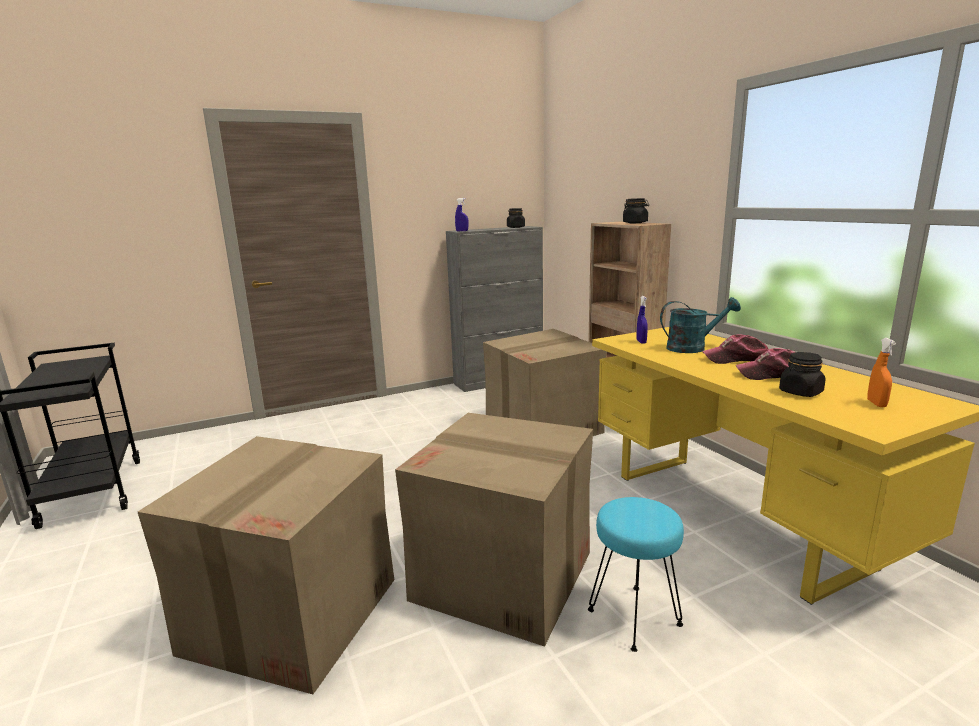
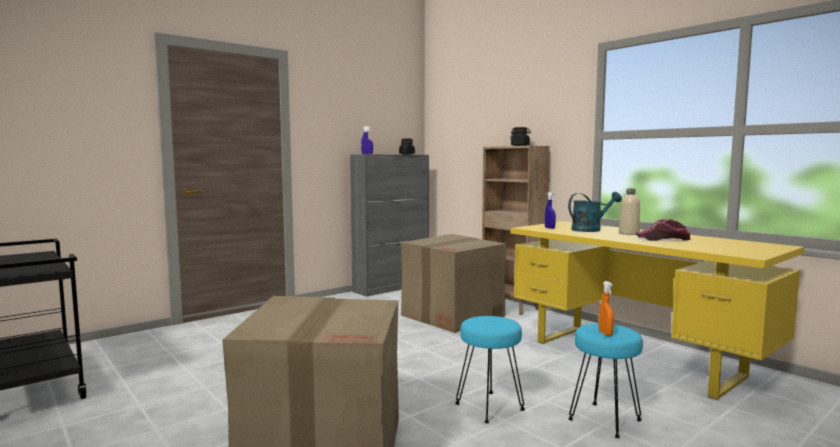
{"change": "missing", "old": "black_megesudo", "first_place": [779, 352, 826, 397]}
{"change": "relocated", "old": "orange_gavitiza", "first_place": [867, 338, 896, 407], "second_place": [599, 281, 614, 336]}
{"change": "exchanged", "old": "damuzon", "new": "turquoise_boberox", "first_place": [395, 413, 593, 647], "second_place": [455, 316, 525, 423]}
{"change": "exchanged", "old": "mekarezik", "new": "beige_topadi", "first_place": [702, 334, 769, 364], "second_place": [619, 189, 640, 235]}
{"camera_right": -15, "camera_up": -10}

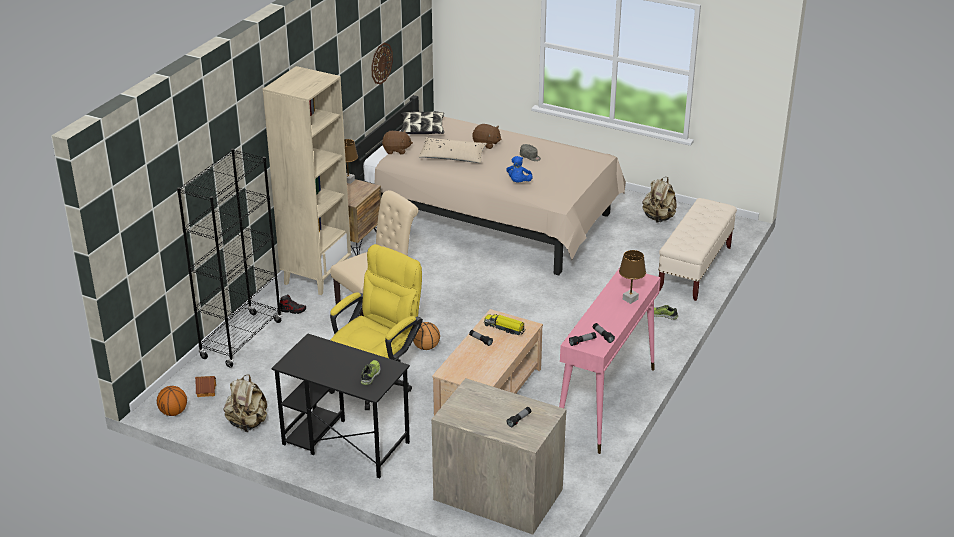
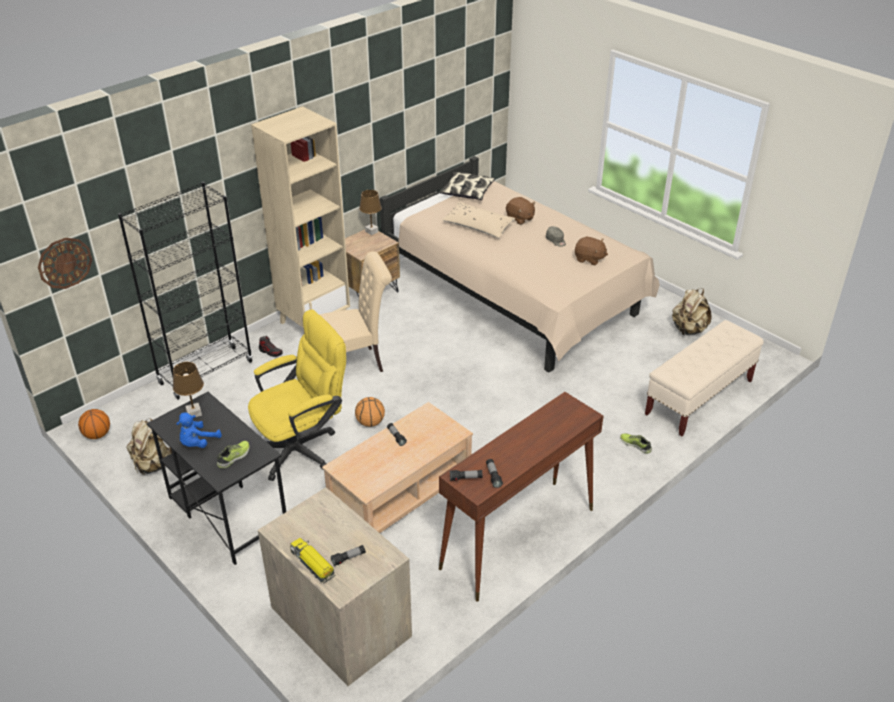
{"change": "missing", "old": "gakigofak", "first_place": [195, 376, 216, 397]}
{"change": "relocated", "old": "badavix", "first_place": [371, 43, 393, 85], "second_place": [38, 238, 92, 289]}
{"change": "relocated", "old": "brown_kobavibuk", "first_place": [382, 130, 413, 154], "second_place": [575, 236, 608, 265]}
{"change": "relocated", "old": "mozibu", "first_place": [484, 314, 526, 335], "second_place": [290, 538, 335, 584]}
{"change": "relocated", "old": "blue_kobavibuk", "first_place": [506, 156, 533, 182], "second_place": [177, 412, 222, 448]}
{"change": "relocated", "old": "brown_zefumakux", "first_place": [619, 250, 646, 304], "second_place": [173, 362, 204, 417]}
{"change": "colour", "old": "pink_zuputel", "new": "brown_zuputel", "first_place": [559, 268, 661, 454], "second_place": [439, 392, 603, 602]}
{"camera_right": 20, "camera_up": 5}

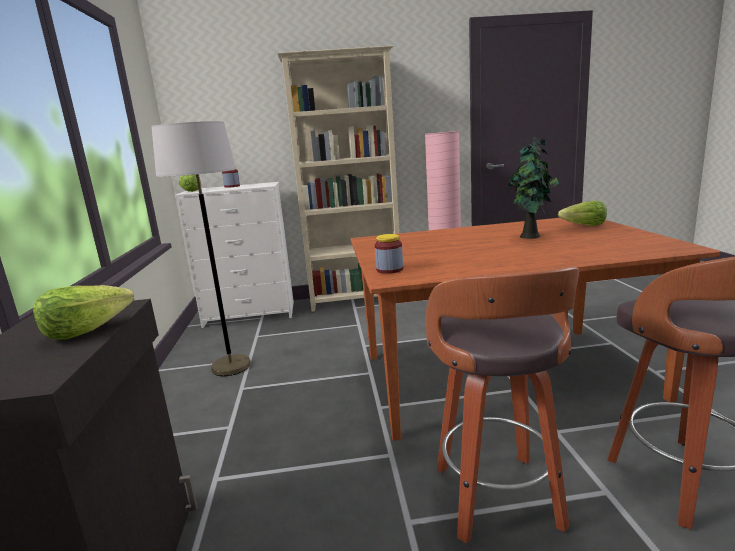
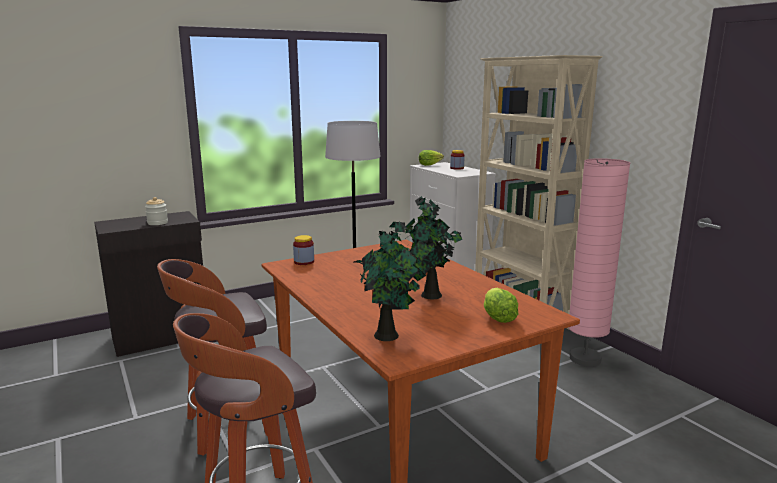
{"change": "appeared", "new": "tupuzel", "second_place": [354, 222, 426, 341]}
{"change": "exchanged", "old": "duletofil", "new": "megesudo", "first_place": [33, 285, 134, 340], "second_place": [145, 197, 168, 225]}
{"camera_right": 65, "camera_up": 0}

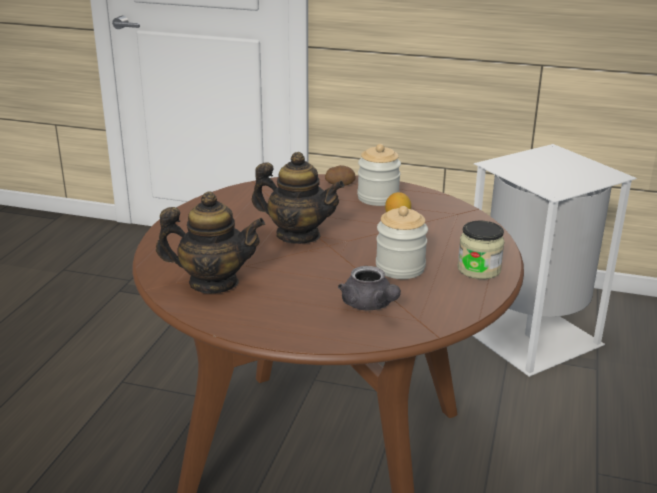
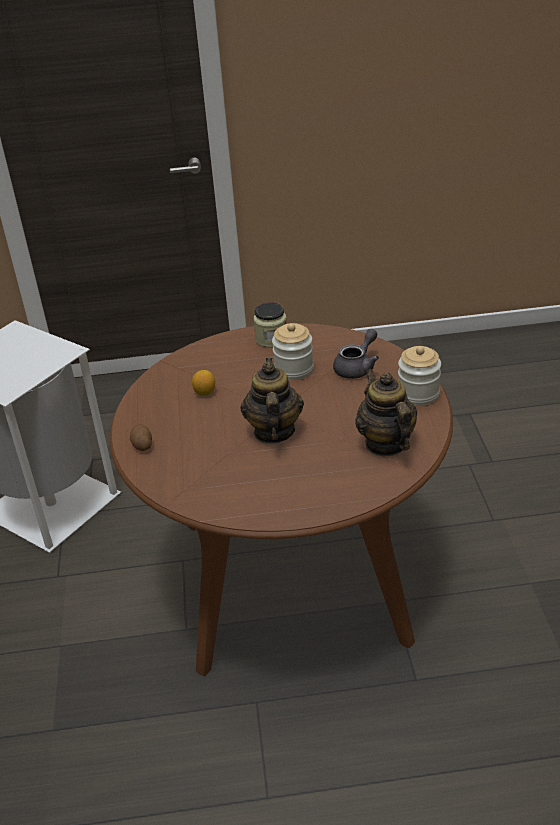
{"change": "relocated", "old": "megesudo", "first_place": [357, 144, 401, 206], "second_place": [398, 346, 441, 406]}
{"camera_right": -110, "camera_up": 10}

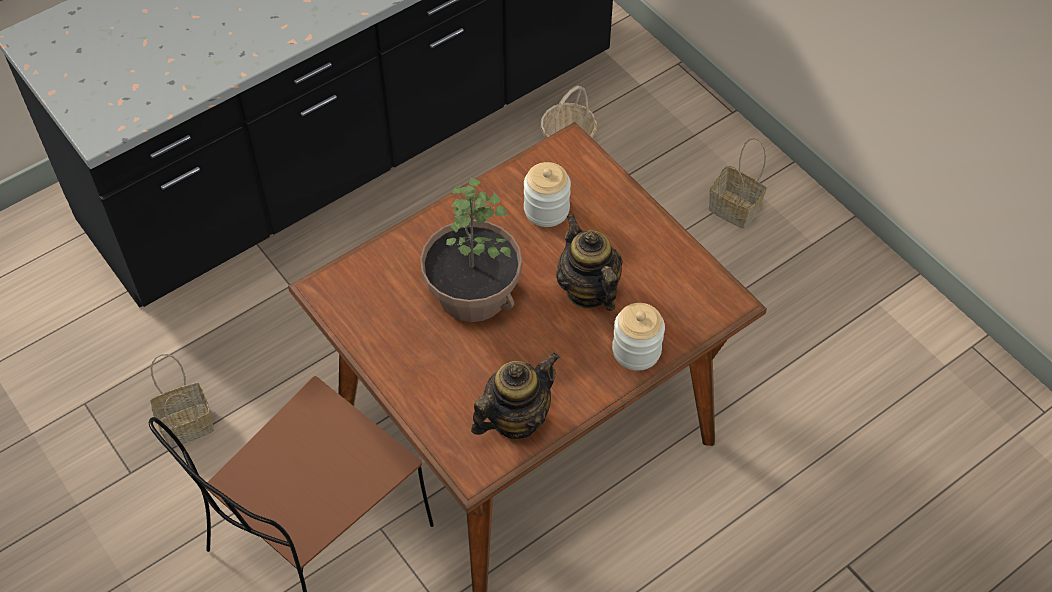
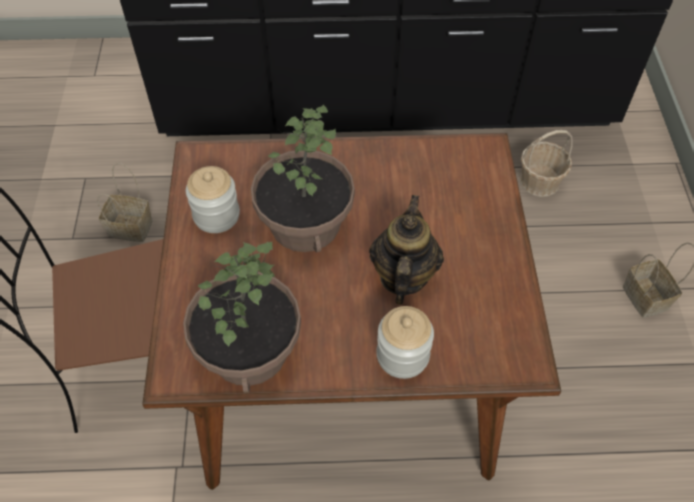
{"change": "relocated", "old": "megesudo", "first_place": [524, 162, 571, 227], "second_place": [186, 166, 240, 233]}
{"change": "exchanged", "old": "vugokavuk", "new": "tupuzel", "first_place": [471, 352, 560, 439], "second_place": [183, 242, 301, 393]}
{"camera_right": 35, "camera_up": 0}

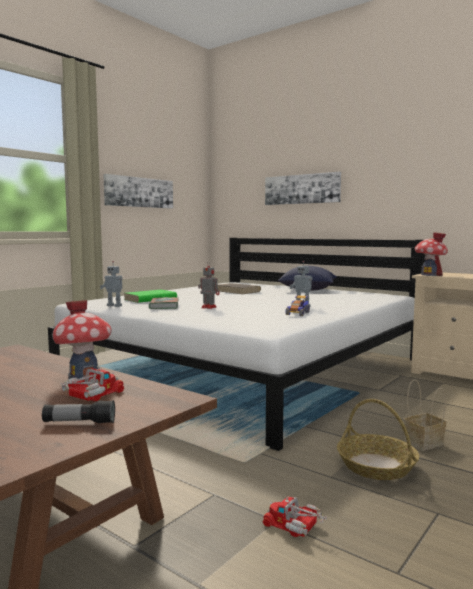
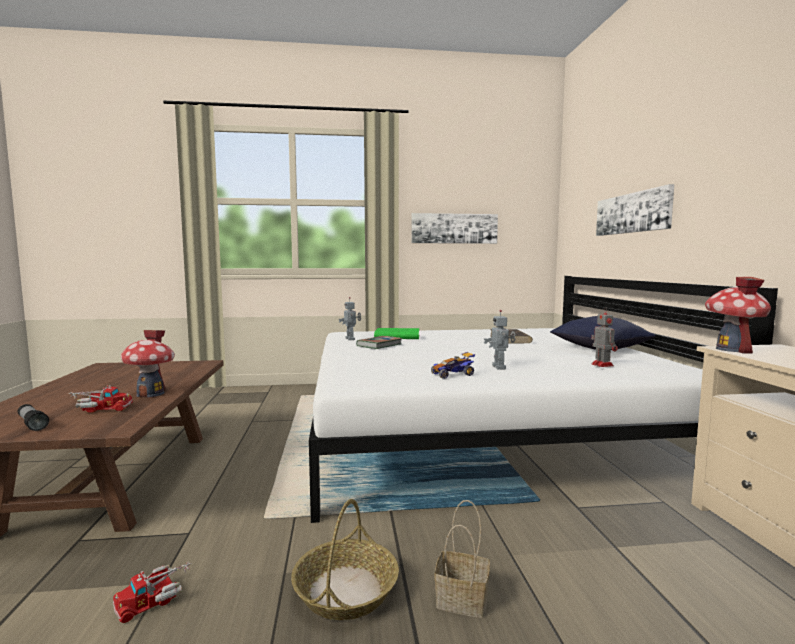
{"change": "relocated", "old": "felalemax", "first_place": [198, 262, 219, 309], "second_place": [591, 307, 618, 367]}
{"change": "spun", "old": "mozibu", "first_place": [263, 497, 329, 537], "second_place": [113, 561, 191, 623], "degrees": -120}
{"camera_right": 45, "camera_up": 0}

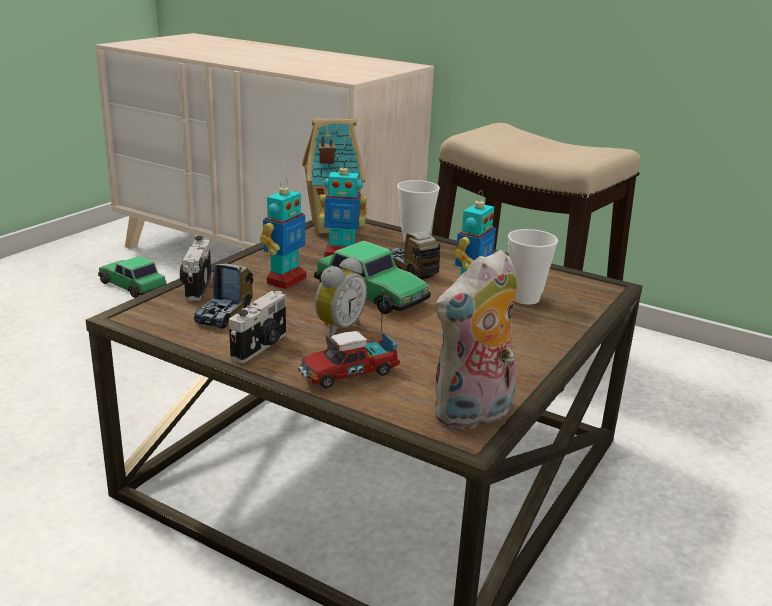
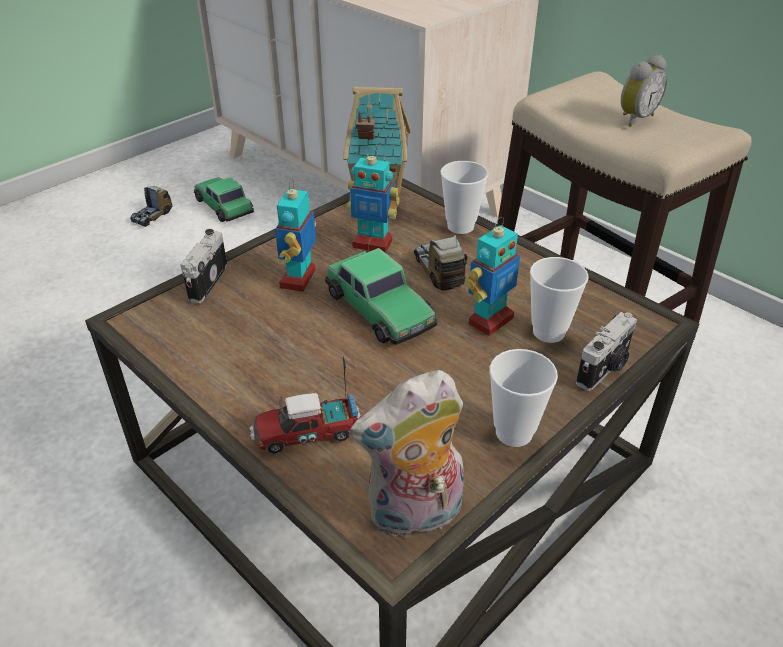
{"change": "appeared", "new": "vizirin", "second_place": [489, 349, 558, 447]}
{"change": "relocated", "old": "mozibu", "first_place": [194, 264, 253, 329], "second_place": [131, 186, 172, 227]}
{"change": "relocated", "old": "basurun", "first_place": [229, 291, 286, 363], "second_place": [576, 312, 637, 391]}
{"change": "relocated", "old": "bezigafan", "first_place": [315, 257, 367, 338], "second_place": [621, 55, 667, 127]}
{"change": "spun", "old": "felalemax", "first_place": [260, 177, 307, 289], "second_place": [275, 179, 316, 292], "degrees": 150}
{"camera_right": 15, "camera_up": 15}

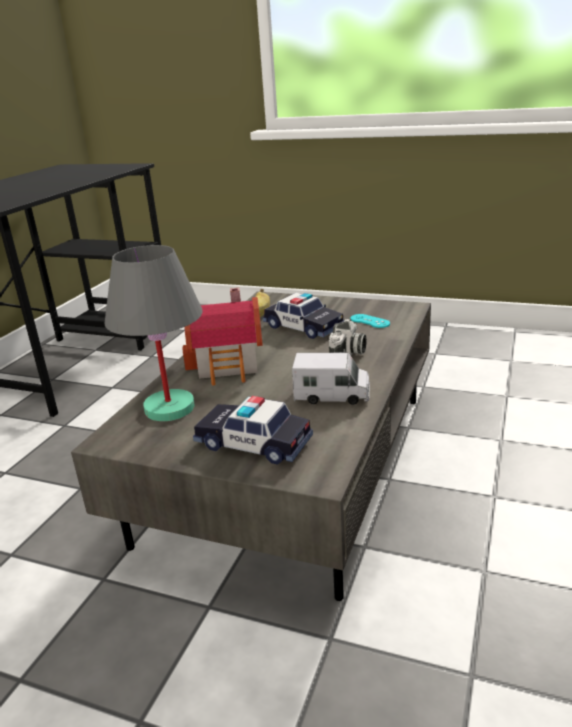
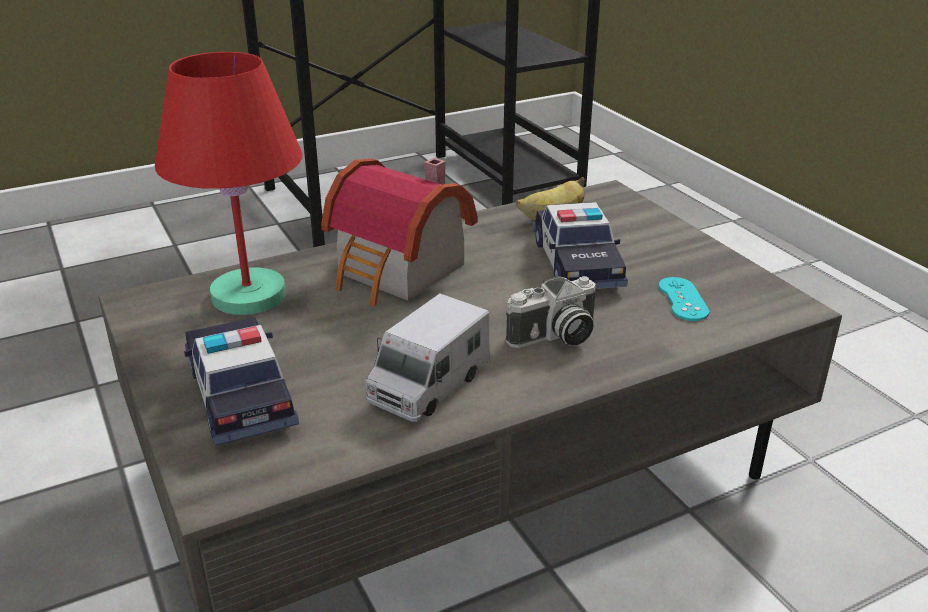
{"change": "colour", "old": "grey_zefumakux", "new": "red_zefumakux", "first_place": [104, 245, 203, 421], "second_place": [155, 52, 302, 315]}
{"change": "spun", "old": "mozibu", "first_place": [292, 353, 370, 405], "second_place": [365, 294, 489, 422], "degrees": 75}
{"camera_right": 40, "camera_up": 5}

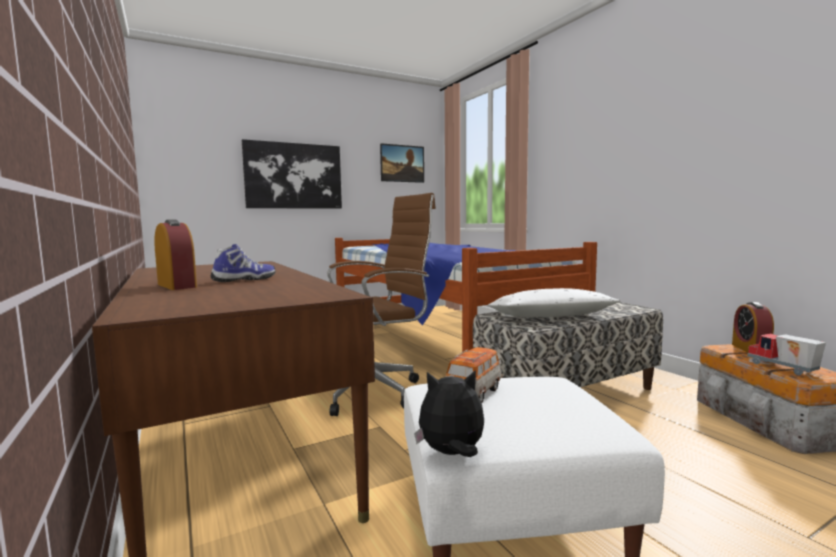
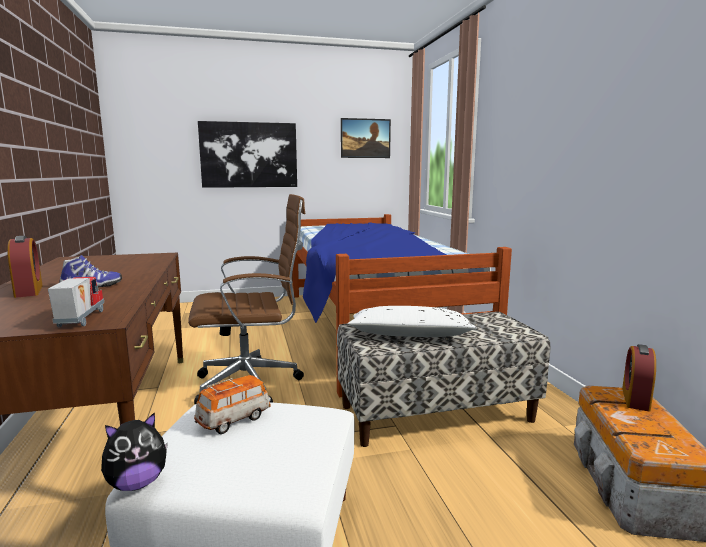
{"change": "relocated", "old": "mozibu", "first_place": [747, 333, 826, 375], "second_place": [48, 277, 104, 327]}
{"change": "spun", "old": "kobavibuk", "first_place": [414, 370, 484, 457], "second_place": [101, 412, 168, 491], "degrees": 135}
{"camera_right": 15, "camera_up": 5}

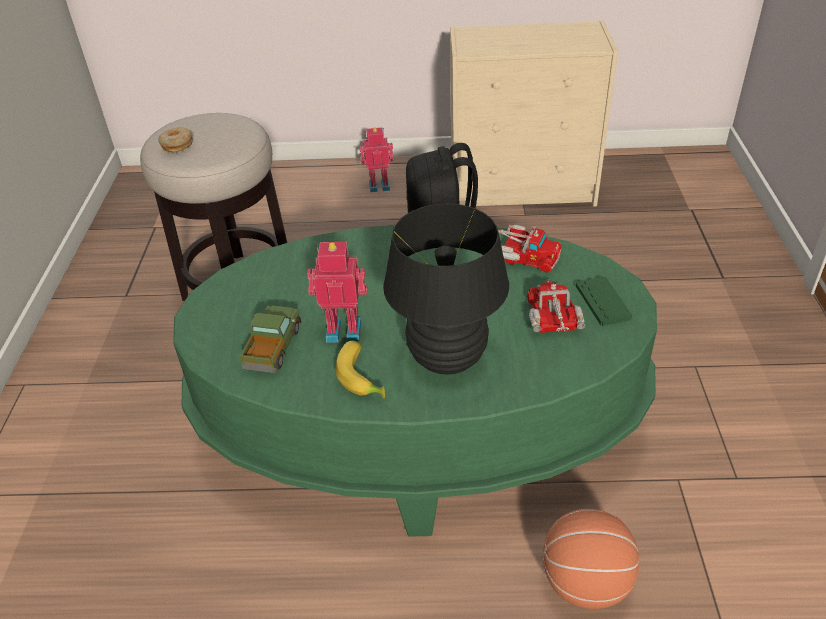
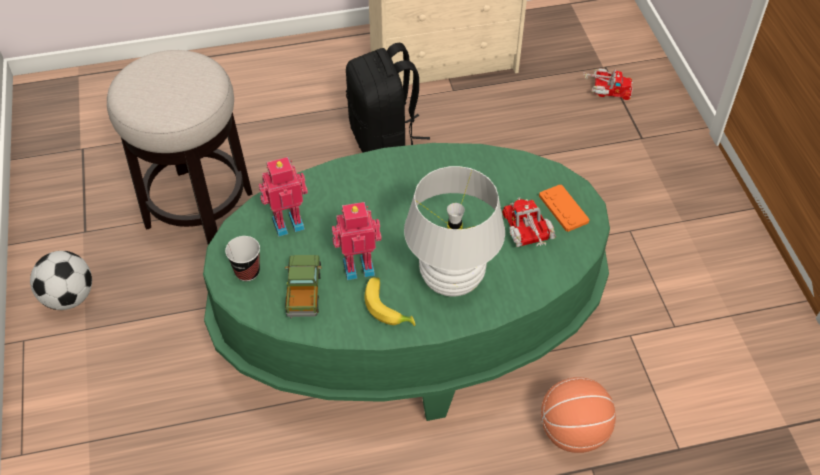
{"change": "missing", "old": "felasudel", "first_place": [158, 127, 193, 152]}
{"change": "appeared", "new": "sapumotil", "second_place": [30, 251, 92, 310]}
{"change": "appeared", "new": "vizirin", "second_place": [225, 236, 260, 281]}
{"change": "relocated", "old": "felalemax", "first_place": [360, 127, 394, 192], "second_place": [259, 157, 308, 237]}
{"change": "relocated", "old": "mozibu", "first_place": [498, 225, 562, 272], "second_place": [583, 69, 633, 100]}
{"change": "colour", "old": "black_zefumakux", "new": "white_zefumakux", "first_place": [383, 203, 509, 374], "second_place": [404, 166, 505, 297]}
{"change": "colour", "old": "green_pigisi", "new": "orange_pigisi", "first_place": [576, 276, 632, 326], "second_place": [539, 185, 590, 232]}
{"camera_right": -15, "camera_up": 10}

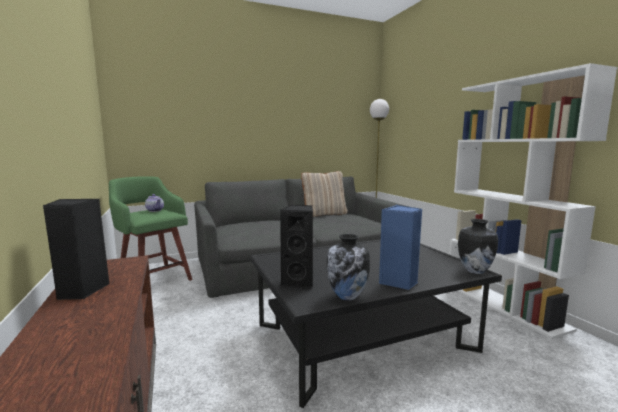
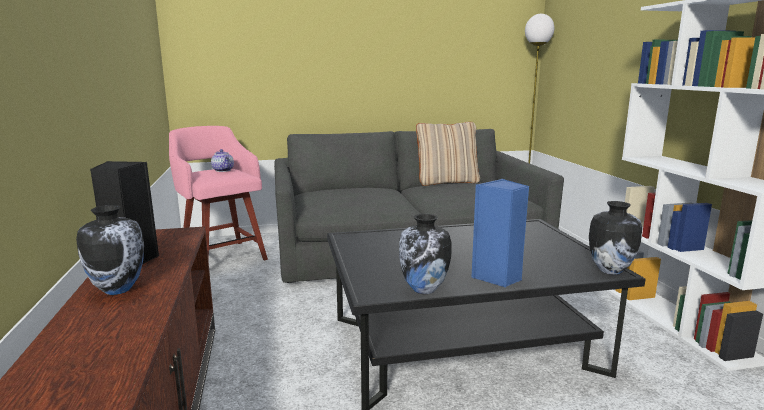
{"change": "missing", "old": "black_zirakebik", "first_place": [280, 205, 313, 288]}
{"change": "appeared", "new": "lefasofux", "second_place": [76, 205, 144, 295]}
{"change": "colour", "old": "green_boberox", "new": "pink_boberox", "first_place": [109, 176, 192, 281], "second_place": [169, 126, 268, 260]}
{"camera_right": 10, "camera_up": 5}

